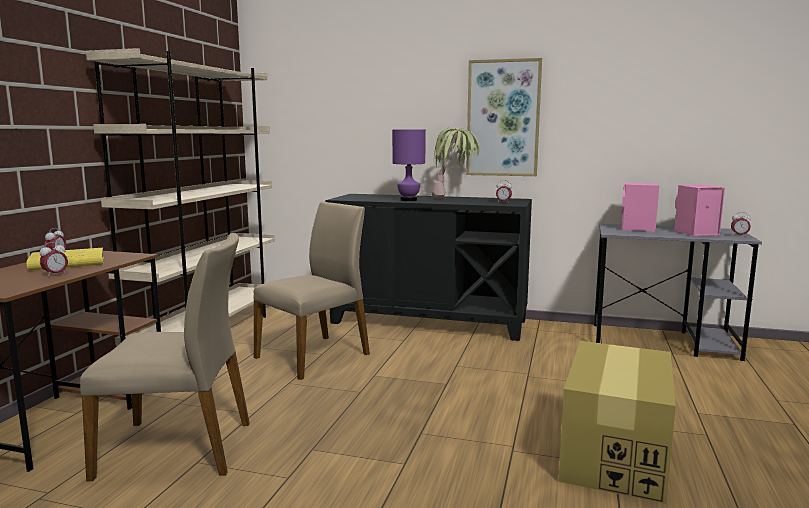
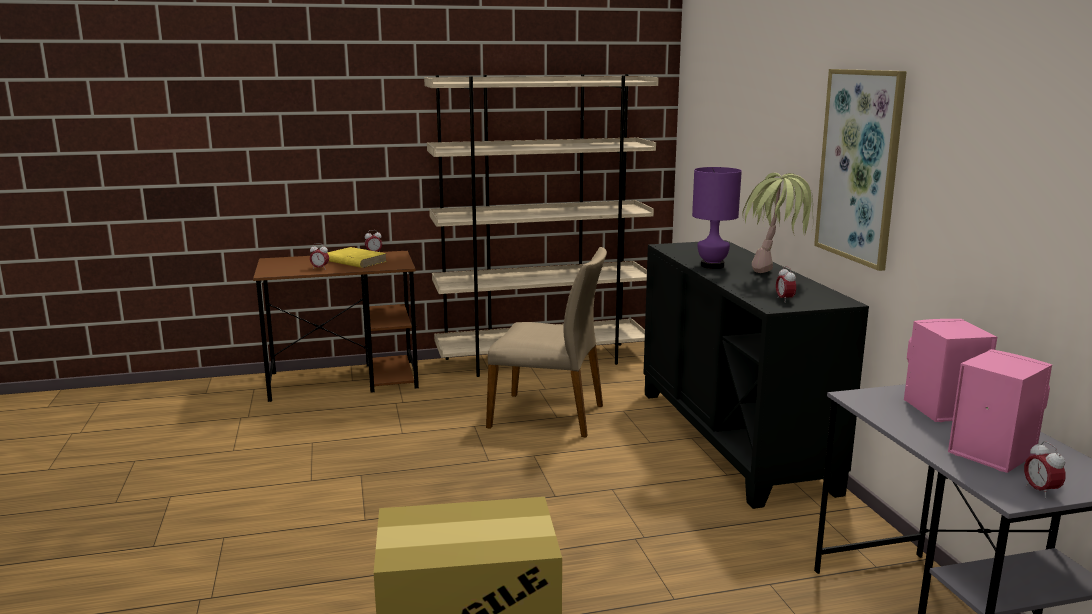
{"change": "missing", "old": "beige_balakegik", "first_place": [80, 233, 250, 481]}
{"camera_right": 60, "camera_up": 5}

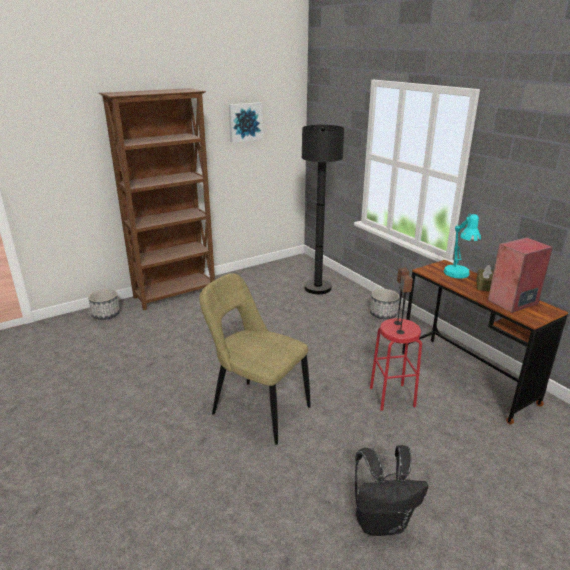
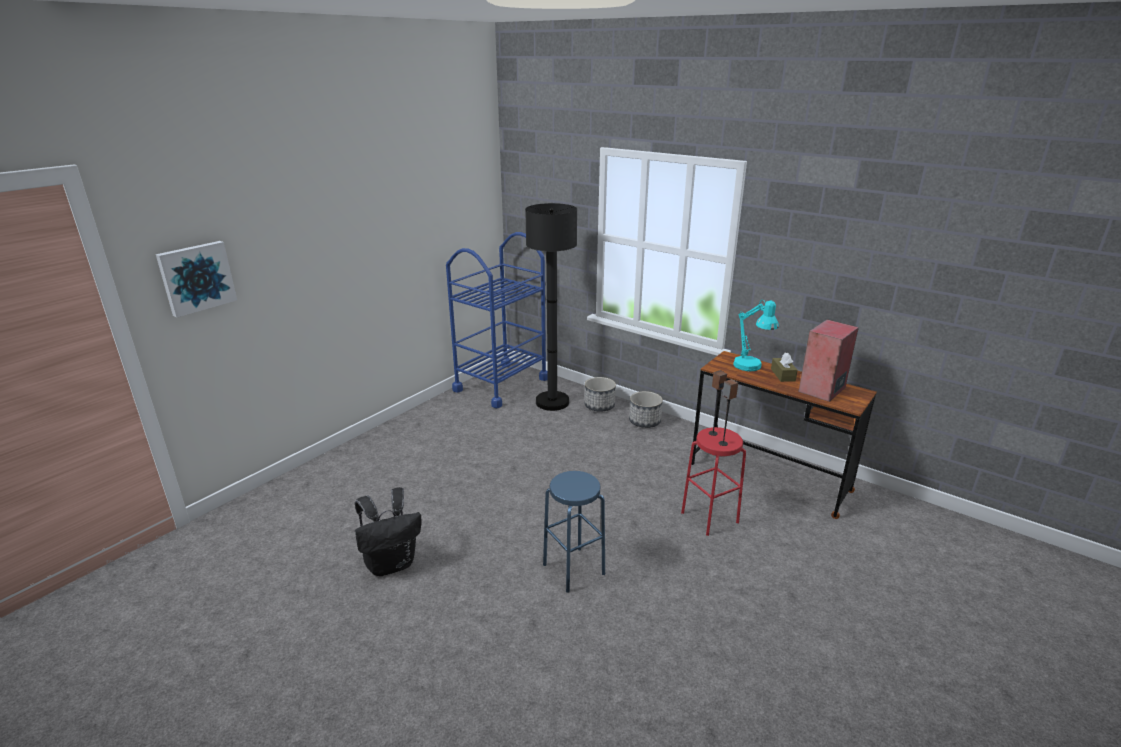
{"change": "missing", "old": "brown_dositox", "first_place": [99, 88, 215, 310]}
{"change": "appeared", "new": "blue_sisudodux", "second_place": [446, 232, 548, 408]}
{"change": "relocated", "old": "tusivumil", "first_place": [88, 289, 120, 320], "second_place": [584, 377, 616, 412]}
{"change": "relocated", "old": "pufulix", "first_place": [229, 102, 263, 143], "second_place": [156, 241, 237, 318]}
{"change": "relocated", "old": "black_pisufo", "first_place": [355, 445, 429, 536], "second_place": [355, 487, 421, 576]}
{"change": "exchanged", "old": "beige_balakegik", "new": "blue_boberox", "first_place": [199, 273, 311, 445], "second_place": [543, 471, 605, 593]}
{"camera_right": -20, "camera_up": 0}

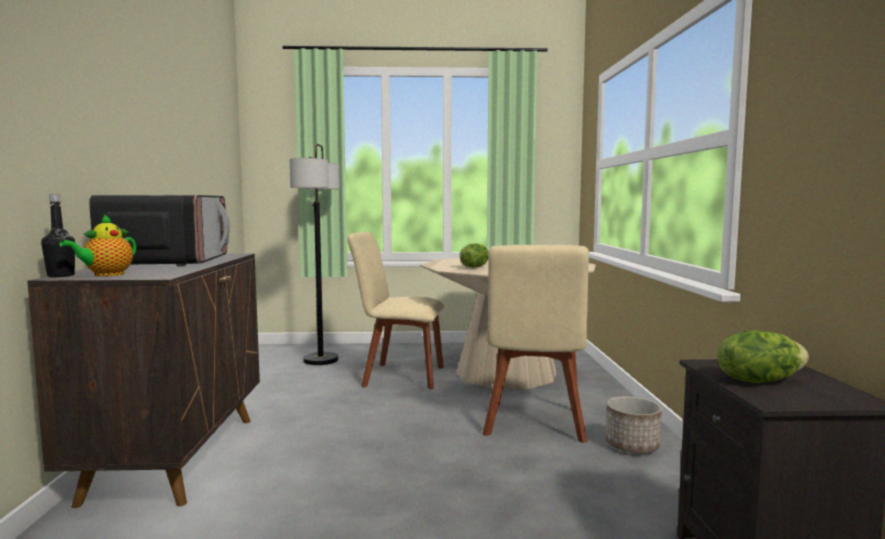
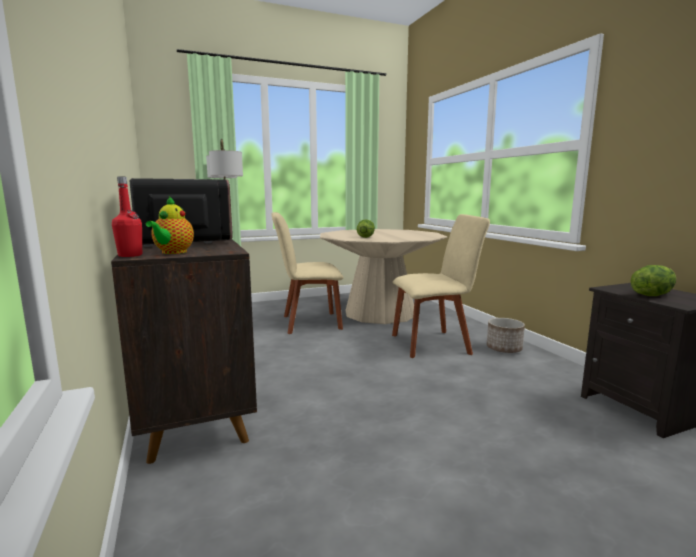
{"change": "colour", "old": "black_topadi", "new": "red_topadi", "first_place": [41, 194, 75, 277], "second_place": [112, 177, 142, 257]}
{"change": "spun", "old": "beige_balakegik", "first_place": [483, 245, 589, 443], "second_place": [392, 214, 490, 358], "degrees": -90}
{"camera_right": -20, "camera_up": 5}

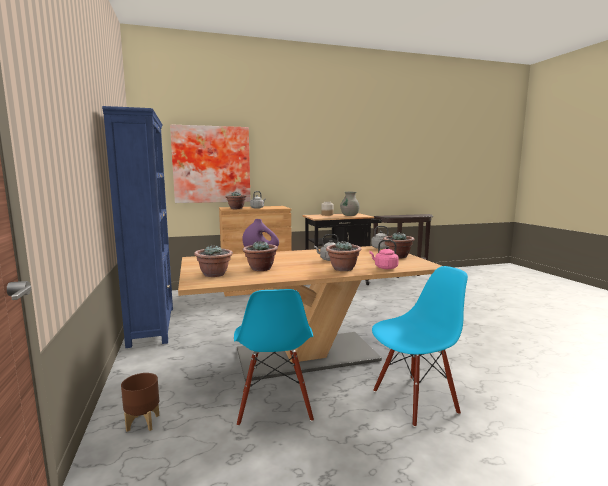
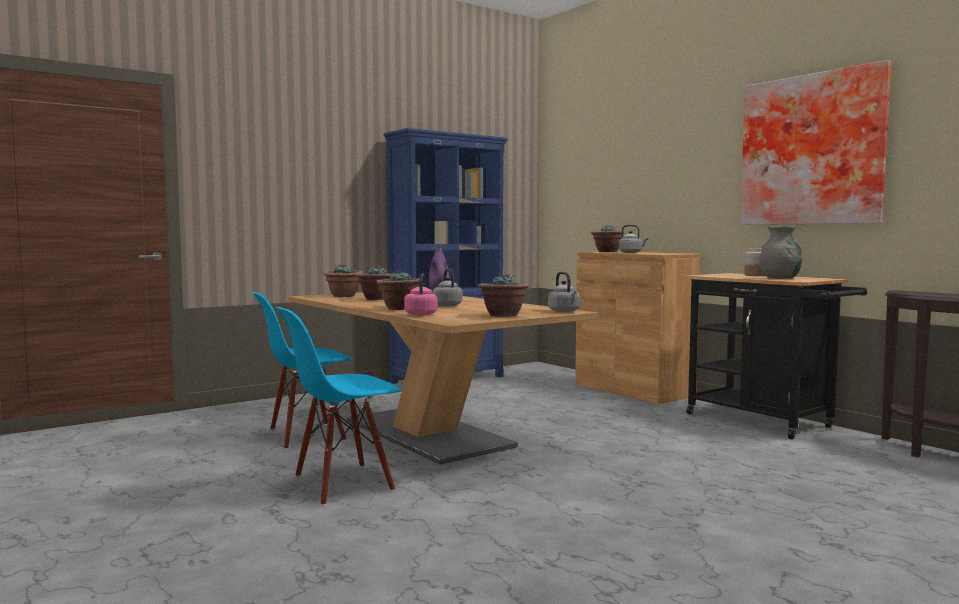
{"change": "missing", "old": "brown_tusivumil", "first_place": [121, 373, 159, 432]}
{"change": "relocated", "old": "pufulix", "first_place": [170, 124, 251, 203], "second_place": [740, 60, 891, 225]}
{"change": "spun", "old": "blue_balakegik", "first_place": [372, 266, 468, 427], "second_place": [276, 307, 402, 506], "degrees": 105}
{"camera_right": 70, "camera_up": -5}

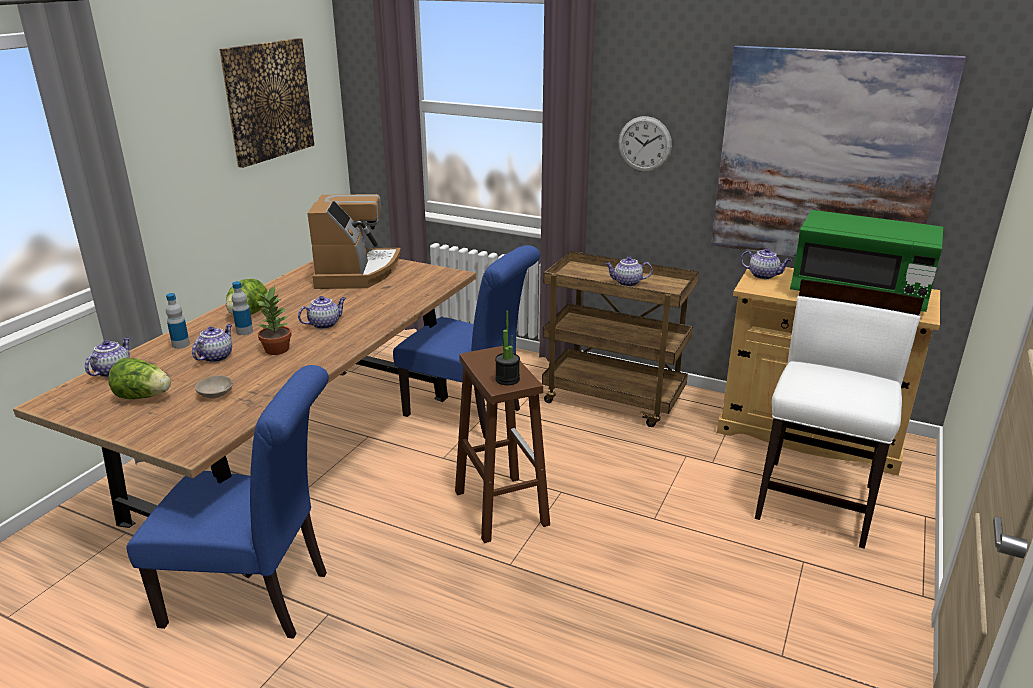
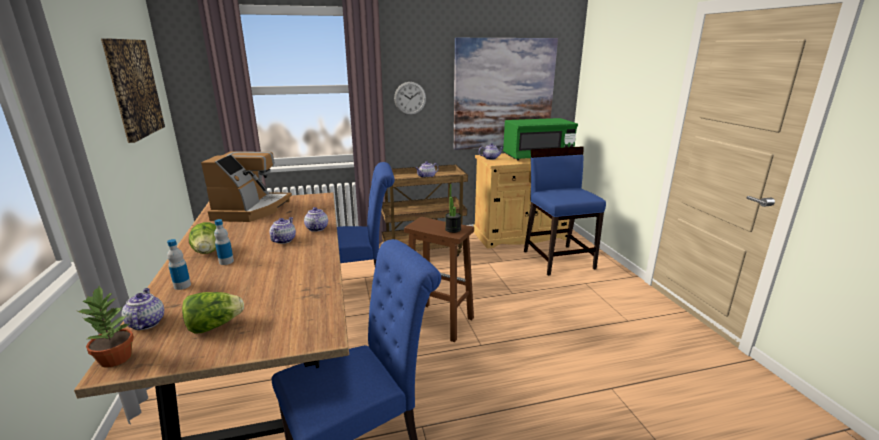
{"change": "missing", "old": "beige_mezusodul", "first_place": [195, 375, 233, 398]}
{"change": "relocated", "old": "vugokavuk", "first_place": [192, 324, 232, 362], "second_place": [304, 207, 328, 232]}
{"change": "relocated", "old": "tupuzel", "first_place": [257, 286, 292, 355], "second_place": [78, 286, 134, 368]}
{"change": "colour", "old": "white_balakegik", "new": "blue_balakegik", "first_place": [755, 280, 924, 549], "second_place": [524, 147, 606, 276]}
{"change": "spun", "old": "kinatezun", "first_place": [307, 194, 401, 289], "second_place": [201, 151, 292, 222], "degrees": 45}
{"camera_right": -40, "camera_up": -5}

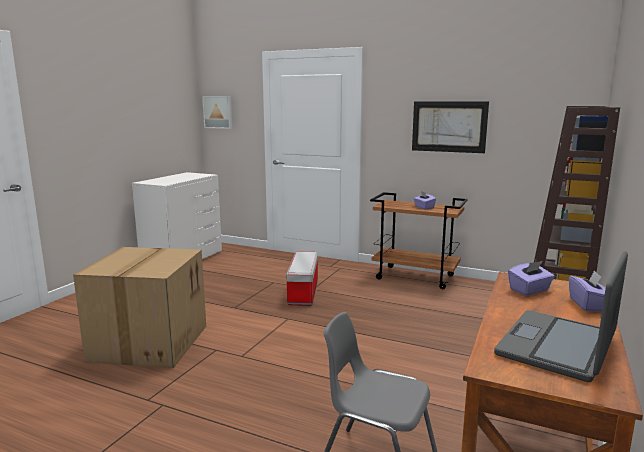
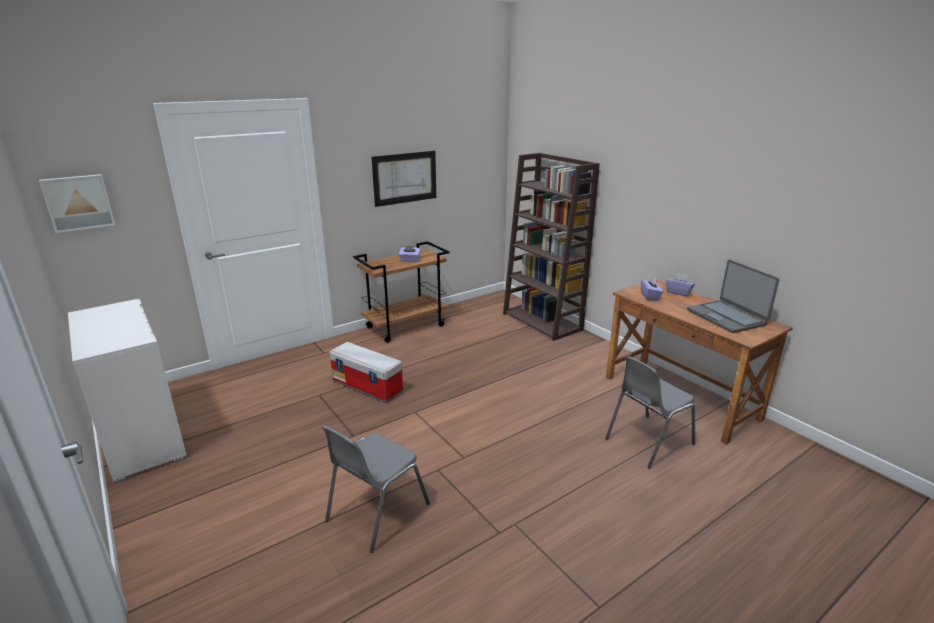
{"change": "exchanged", "old": "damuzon", "new": "grey_balakegik", "first_place": [73, 247, 206, 368], "second_place": [322, 425, 430, 553]}
{"camera_right": -60, "camera_up": 10}

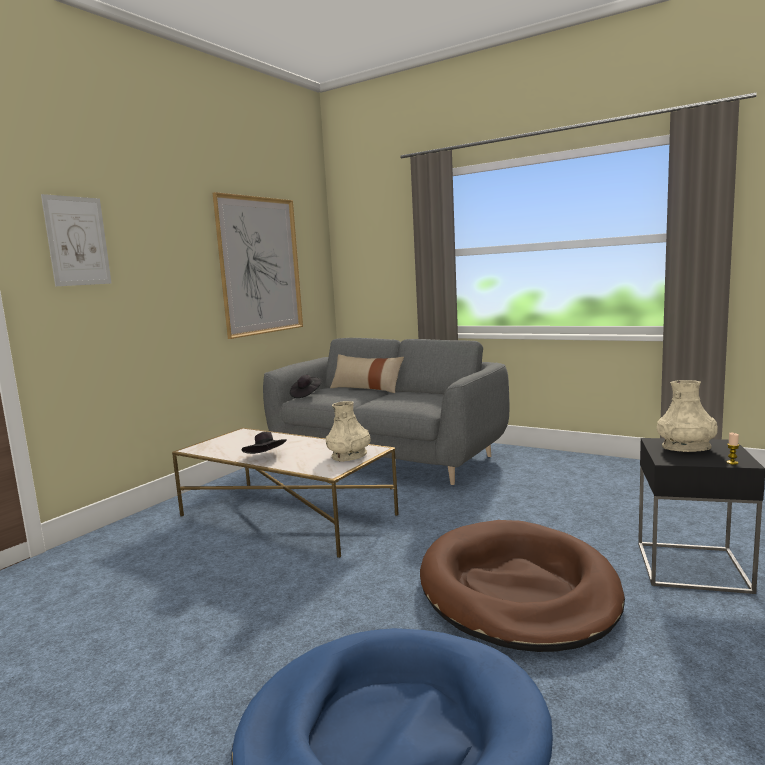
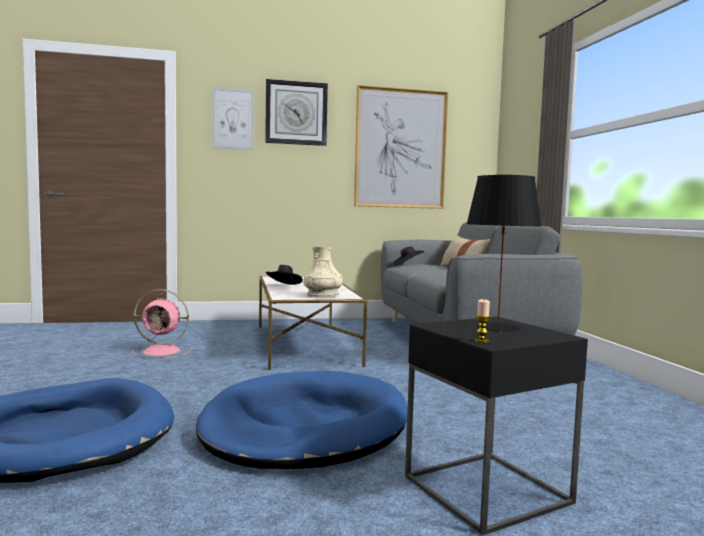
{"change": "appeared", "new": "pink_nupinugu", "second_place": [132, 289, 191, 359]}
{"change": "appeared", "new": "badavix", "second_place": [265, 79, 328, 146]}
{"change": "exchanged", "old": "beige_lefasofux", "new": "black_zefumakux", "first_place": [657, 380, 718, 452], "second_place": [466, 175, 542, 332]}
{"change": "colour", "old": "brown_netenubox", "new": "blue_netenubox", "first_place": [420, 520, 625, 652], "second_place": [196, 371, 408, 469]}
{"camera_right": 45, "camera_up": -5}

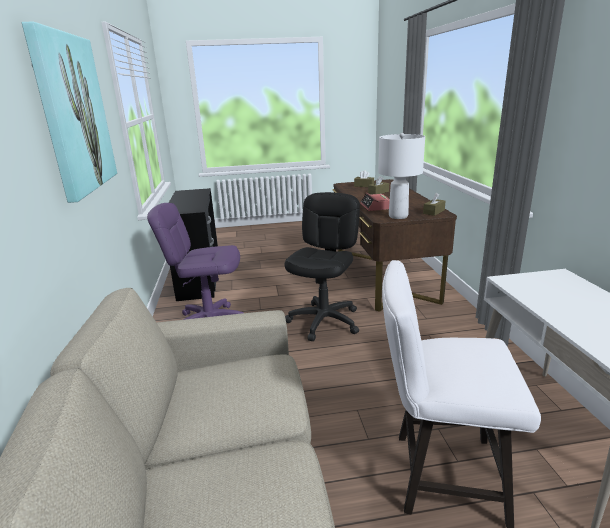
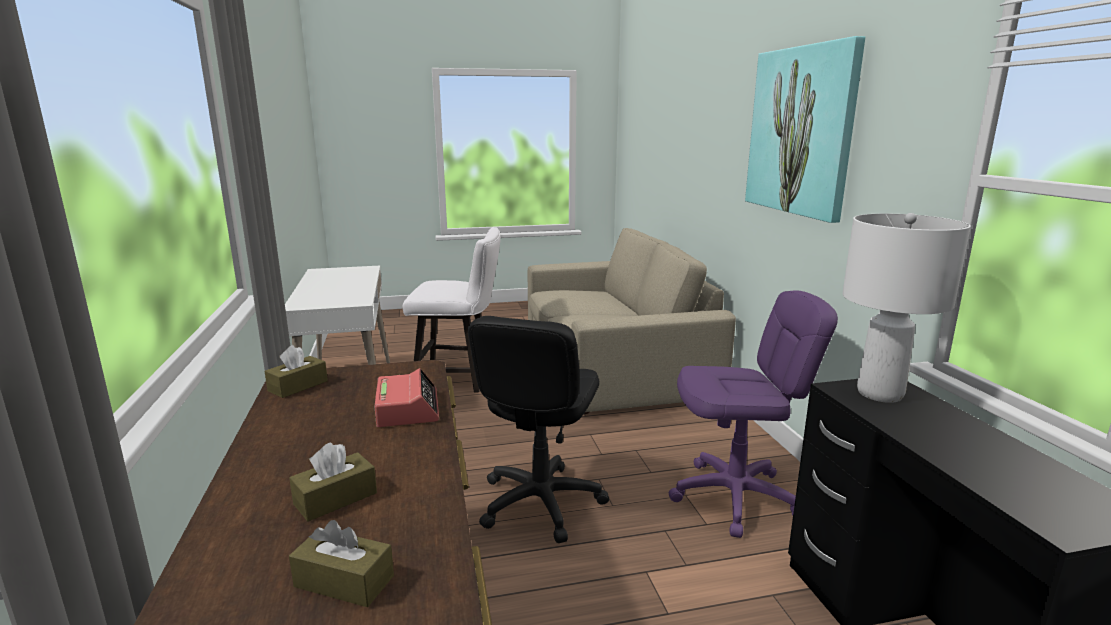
{"change": "relocated", "old": "white_zefumakux", "first_place": [378, 133, 425, 219], "second_place": [842, 213, 971, 403]}
{"camera_right": 175, "camera_up": -5}

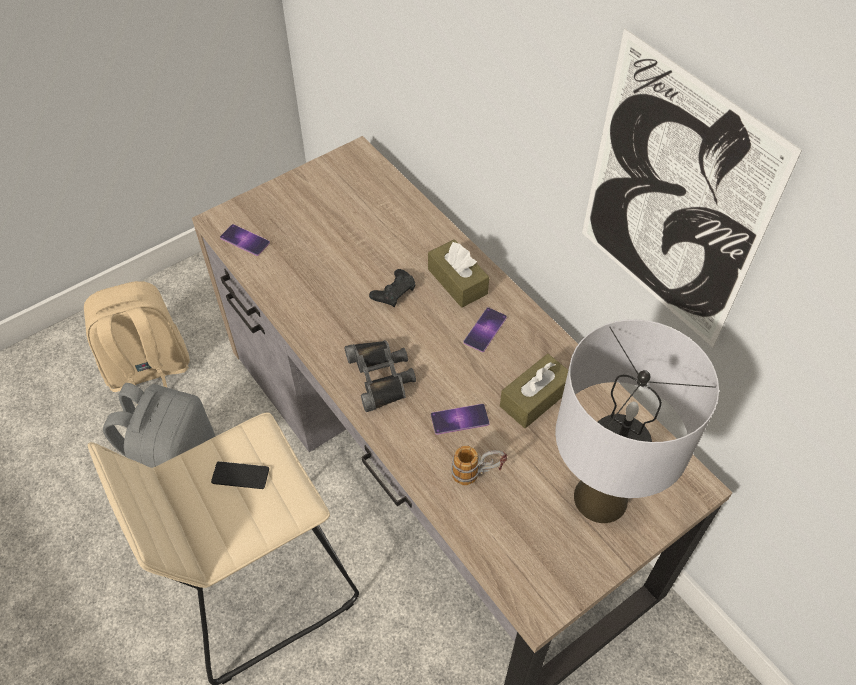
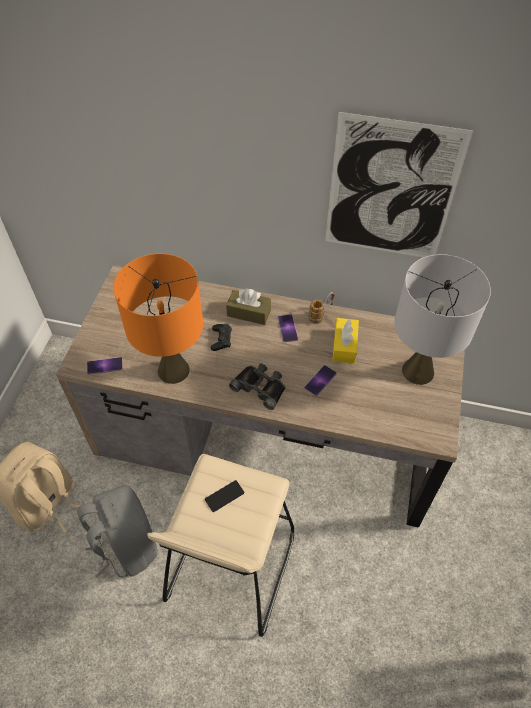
{"change": "appeared", "new": "orange_zefumakux", "second_place": [113, 253, 203, 384]}
{"change": "relocated", "old": "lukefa", "first_place": [451, 445, 507, 485], "second_place": [308, 292, 335, 324]}
{"change": "colour", "old": "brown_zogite", "new": "yellow_zogite", "first_place": [500, 354, 568, 428], "second_place": [332, 318, 359, 363]}
{"camera_right": -40, "camera_up": 0}

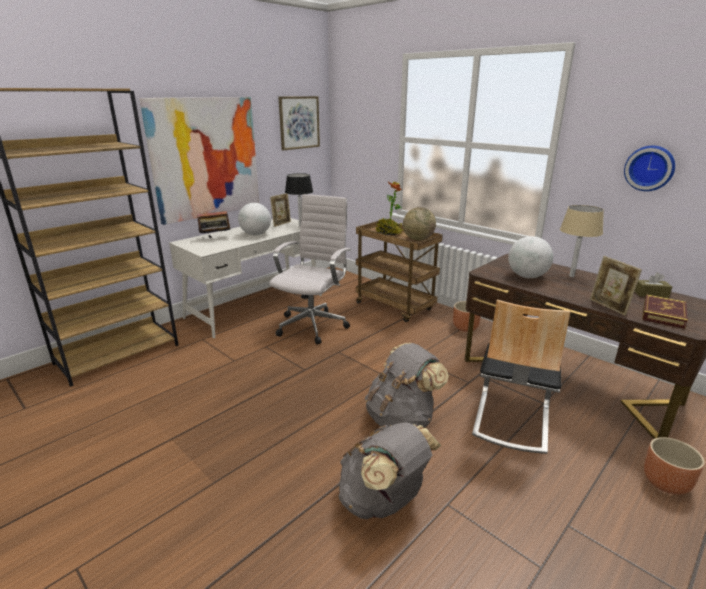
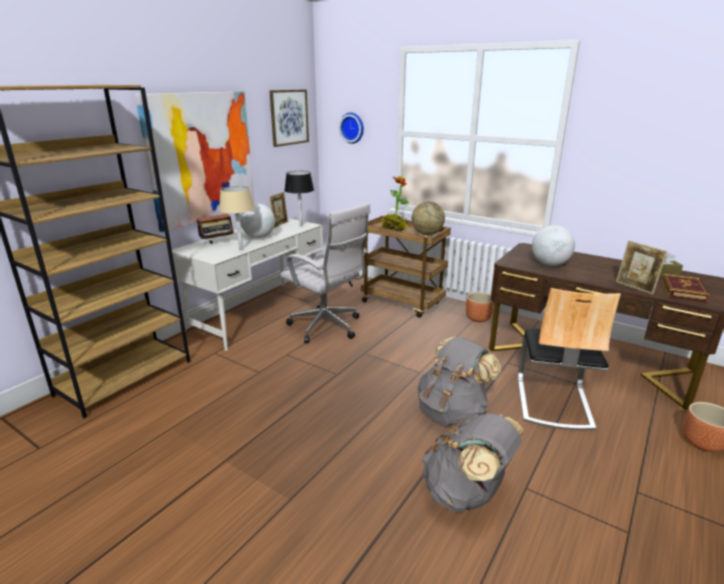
{"change": "relocated", "old": "beige_zefumakux", "first_place": [560, 205, 604, 277], "second_place": [219, 186, 255, 250]}
{"change": "relocated", "old": "badavix", "first_place": [624, 146, 675, 191], "second_place": [339, 113, 364, 144]}
{"change": "spun", "old": "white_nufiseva", "first_place": [270, 194, 351, 344], "second_place": [281, 203, 371, 343], "degrees": 120}
{"camera_right": -10, "camera_up": 0}

